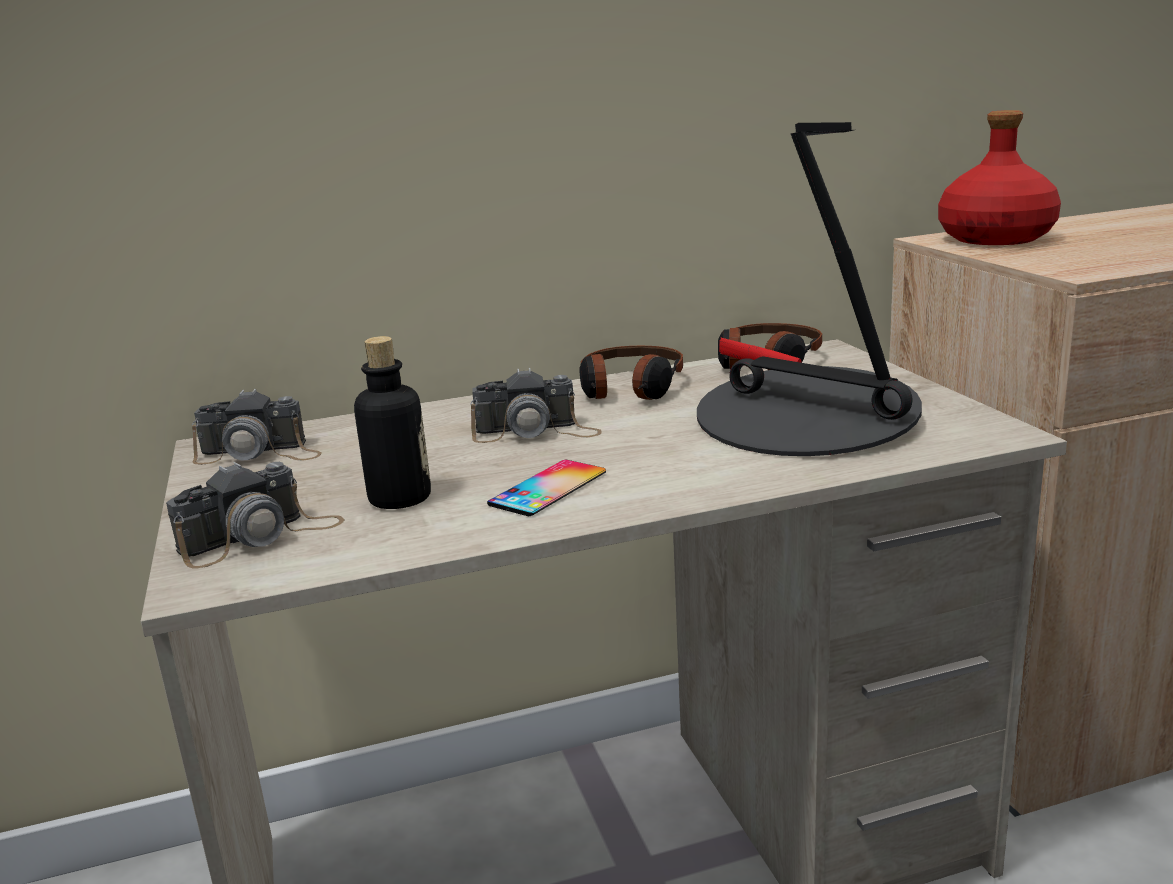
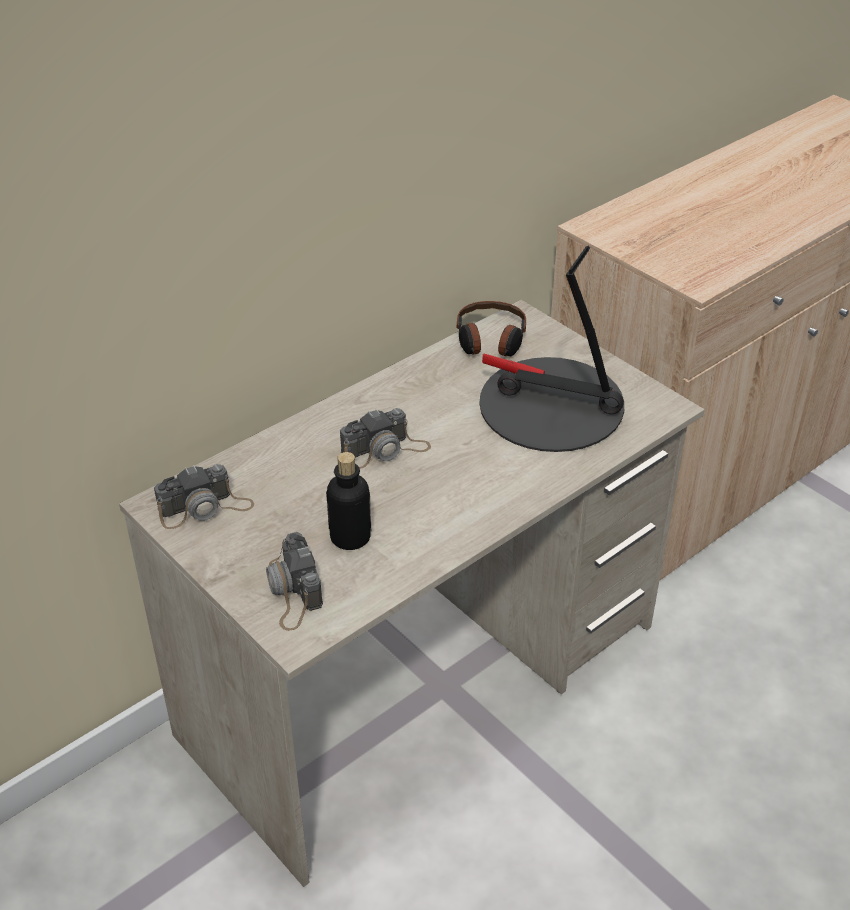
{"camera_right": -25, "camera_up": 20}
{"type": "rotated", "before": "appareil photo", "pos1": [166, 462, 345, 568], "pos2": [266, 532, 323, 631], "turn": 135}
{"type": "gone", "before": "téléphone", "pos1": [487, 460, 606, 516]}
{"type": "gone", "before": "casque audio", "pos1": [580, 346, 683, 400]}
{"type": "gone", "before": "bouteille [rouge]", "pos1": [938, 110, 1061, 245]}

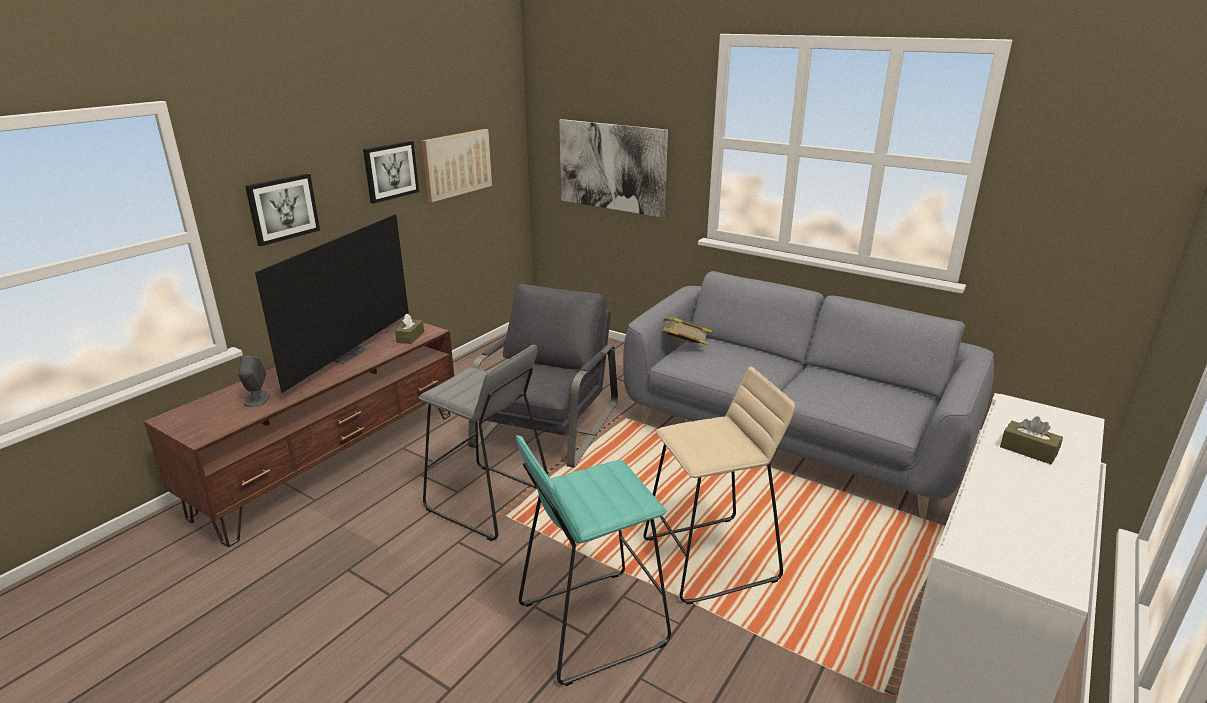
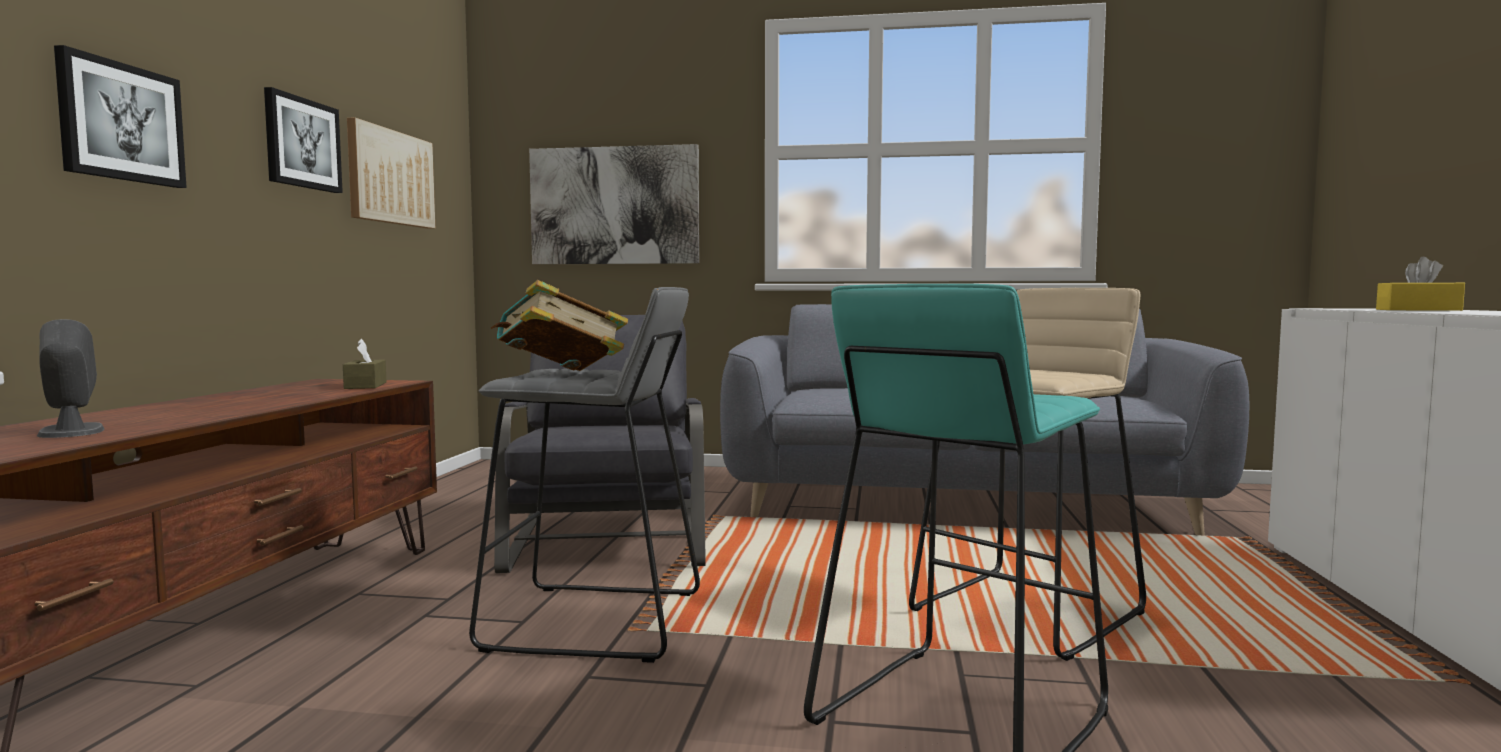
{"camera_right": -25, "camera_up": -20}
{"type": "shifted", "before": "livre", "pos1": [662, 317, 712, 345], "pos2": [491, 280, 628, 371]}
{"type": "repainted", "before": "boîte à mouchoirs [marron]", "after": "boîte à mouchoirs [jaune]", "pos1": [1000, 416, 1063, 464], "pos2": [1376, 256, 1465, 311]}
{"type": "gone", "before": "téléviseur", "pos1": [255, 214, 409, 393]}

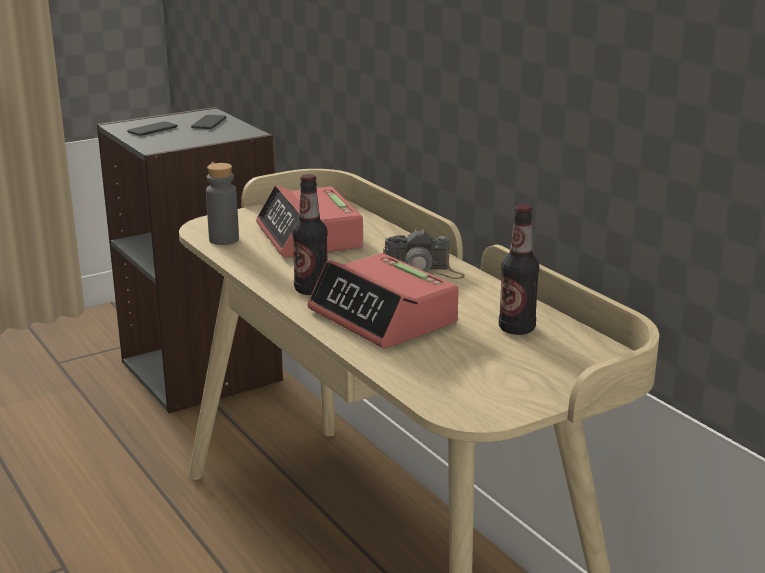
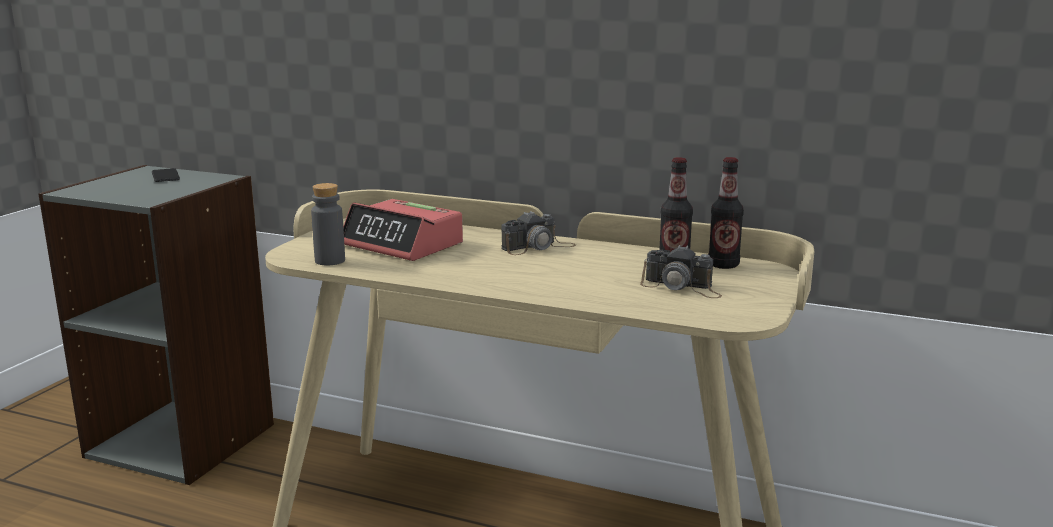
{"camera_right": -35, "camera_up": -5}
{"type": "new", "after": "appareil photo", "pos2": [640, 245, 722, 298]}
{"type": "shifted", "before": "bouteille", "pos1": [292, 174, 328, 295], "pos2": [708, 157, 744, 269]}
{"type": "gone", "before": "téléphone", "pos1": [127, 121, 178, 136]}
{"type": "gone", "before": "réveil", "pos1": [307, 253, 459, 349]}

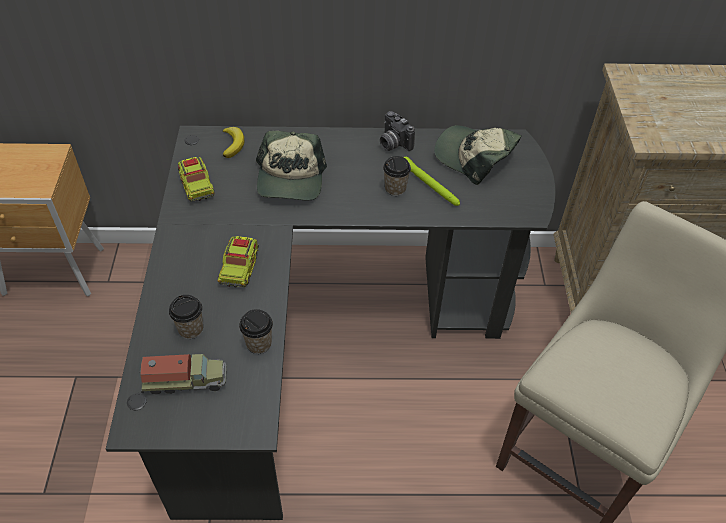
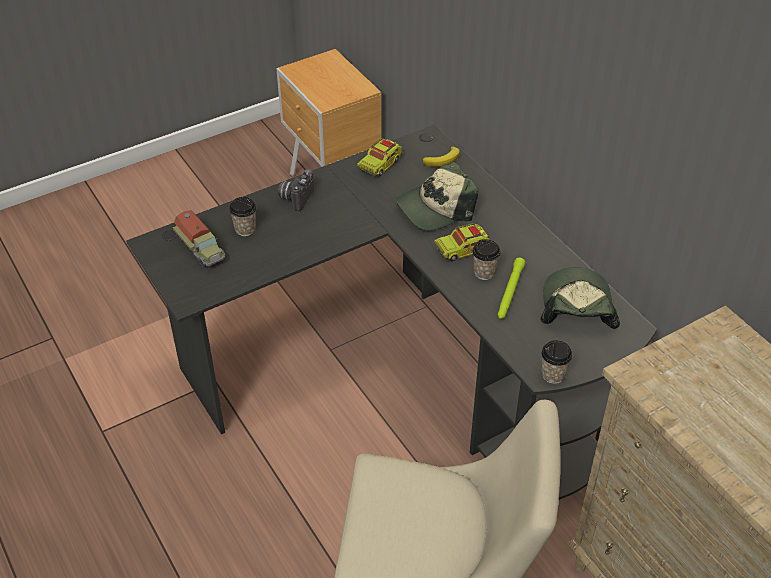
{"camera_right": 60, "camera_up": -5}
{"type": "shifted", "before": "appareil photo", "pos1": [380, 111, 415, 151], "pos2": [278, 169, 314, 211]}
{"type": "shifted", "before": "camion jouet", "pos1": [218, 236, 259, 288], "pos2": [434, 223, 491, 262]}
{"type": "shifted", "before": "tasse", "pos1": [239, 309, 273, 354], "pos2": [541, 340, 572, 384]}

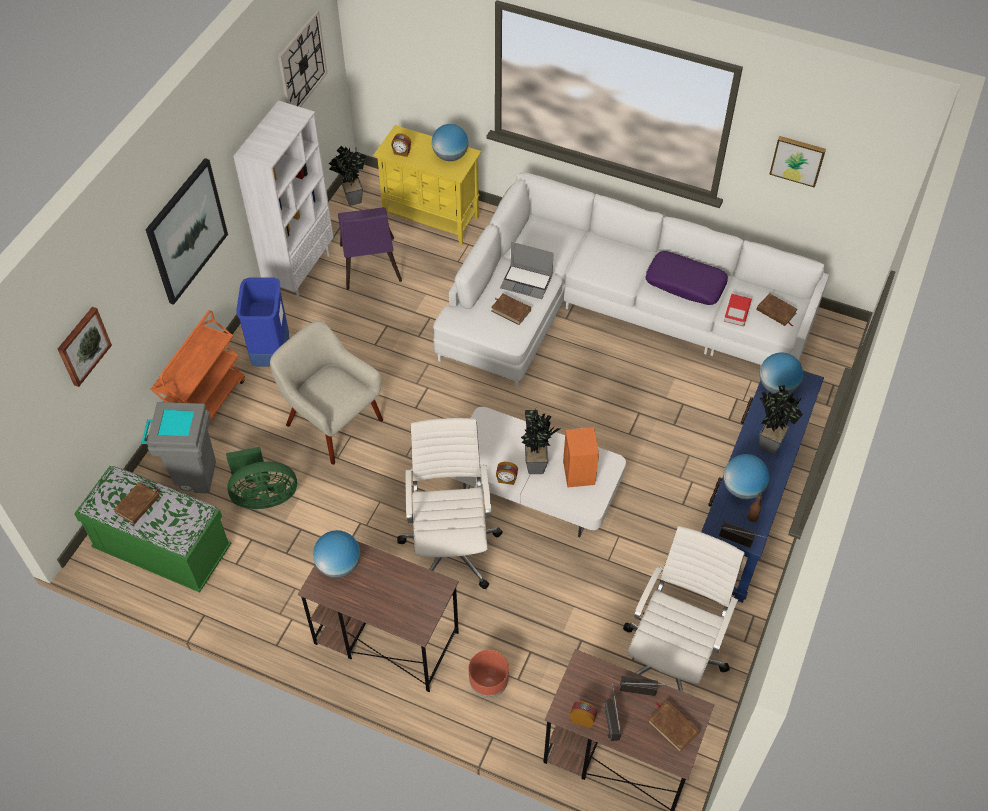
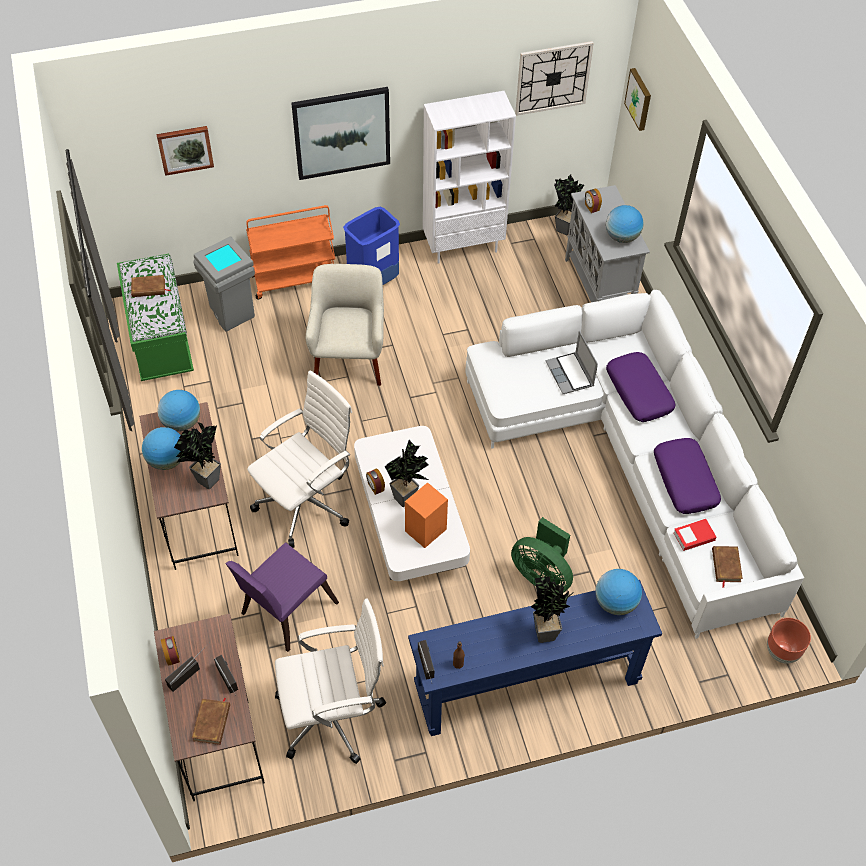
{"camera_right": 50, "camera_up": 0}
{"type": "shifted", "before": "globe", "pos1": [723, 454, 769, 499], "pos2": [142, 427, 181, 470]}
{"type": "new", "after": "plante en pot", "pos2": [174, 422, 221, 489]}
{"type": "shifted", "before": "chaise [violet]", "pos1": [338, 207, 402, 290], "pos2": [226, 542, 339, 652]}
{"type": "shifted", "before": "ventilateur [vert]", "pos1": [226, 447, 297, 509], "pos2": [511, 517, 573, 593]}
{"type": "repainted", "before": "meuble de rangement [jaune]", "after": "meuble de rangement [gris]", "pos1": [374, 125, 481, 246], "pos2": [565, 185, 650, 302]}
{"type": "new", "after": "coussin [violet]", "pos2": [606, 352, 675, 422]}
{"type": "shifted", "before": "tableau", "pos1": [769, 136, 826, 188], "pos2": [624, 68, 651, 131]}
{"type": "shifted", "before": "cache-pot [marron]", "pos1": [468, 650, 509, 698], "pos2": [767, 618, 811, 664]}
{"type": "gone", "before": "livre [marron]", "pos1": [491, 294, 531, 325]}

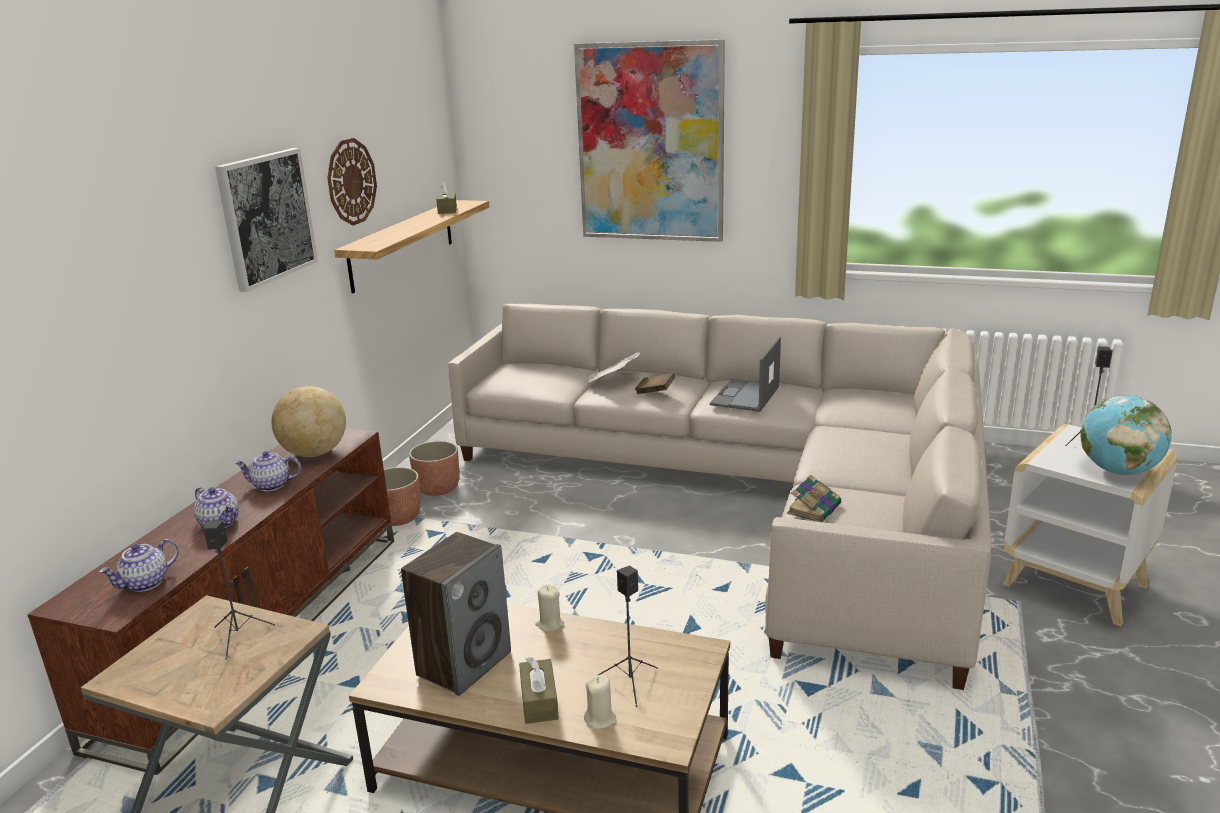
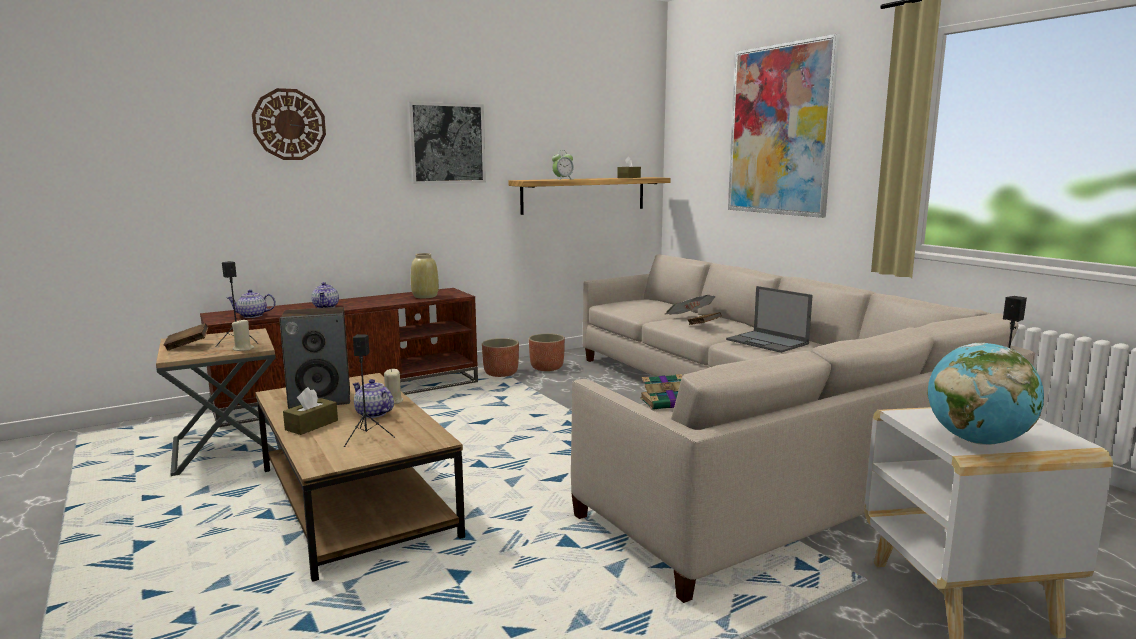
{"camera_right": 40, "camera_up": -10}
{"type": "new", "after": "livre [marron]", "pos2": [164, 323, 208, 351]}
{"type": "shifted", "before": "bougie [beige]", "pos1": [584, 675, 616, 729], "pos2": [232, 320, 255, 351]}
{"type": "shifted", "before": "horloge murale", "pos1": [327, 138, 377, 226], "pos2": [252, 88, 326, 160]}
{"type": "shifted", "before": "théière", "pos1": [235, 451, 301, 491], "pos2": [353, 379, 394, 418]}
{"type": "swapped", "before": "globe", "after": "vase [beige]", "pos1": [272, 386, 346, 457], "pos2": [411, 253, 439, 298]}
{"type": "new", "after": "réveil", "pos2": [552, 151, 574, 180]}
{"type": "rotated", "before": "ordinateur portable", "pos1": [710, 337, 781, 412], "pos2": [726, 286, 813, 353], "turn": -105}

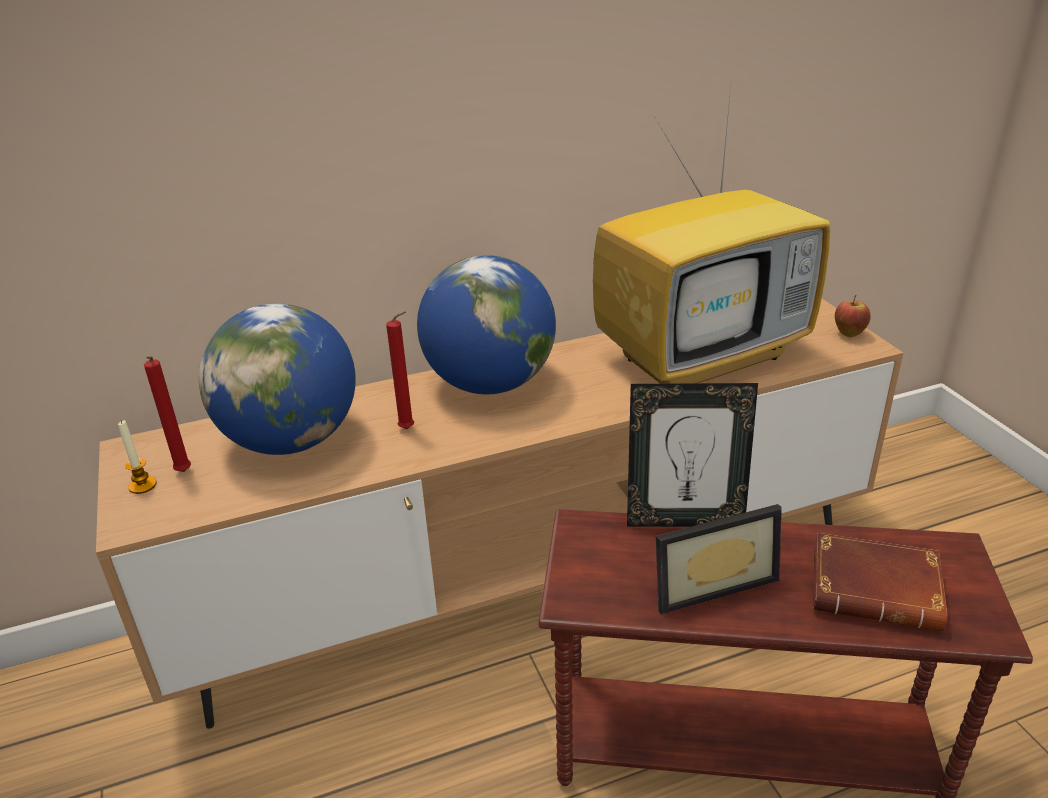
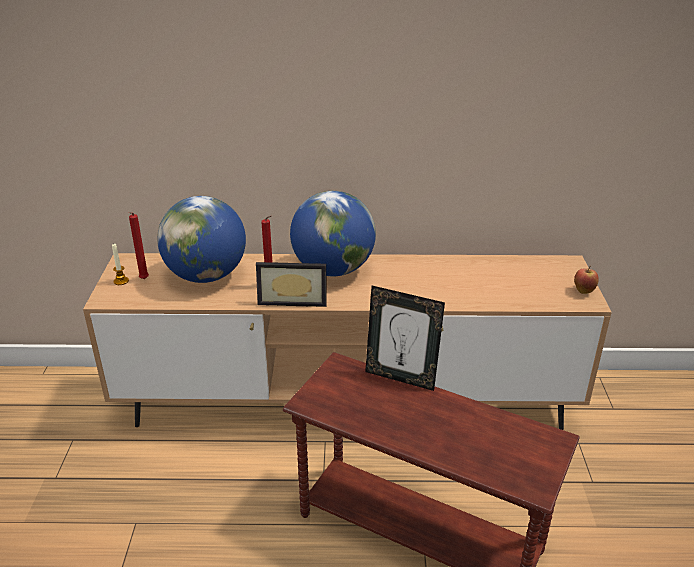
{"camera_right": 20, "camera_up": 0}
{"type": "shifted", "before": "cadre photo", "pos1": [656, 504, 782, 614], "pos2": [256, 262, 326, 307]}
{"type": "gone", "before": "téléviseur", "pos1": [593, 77, 830, 384]}
{"type": "gone", "before": "livre [marron]", "pos1": [813, 533, 948, 631]}

